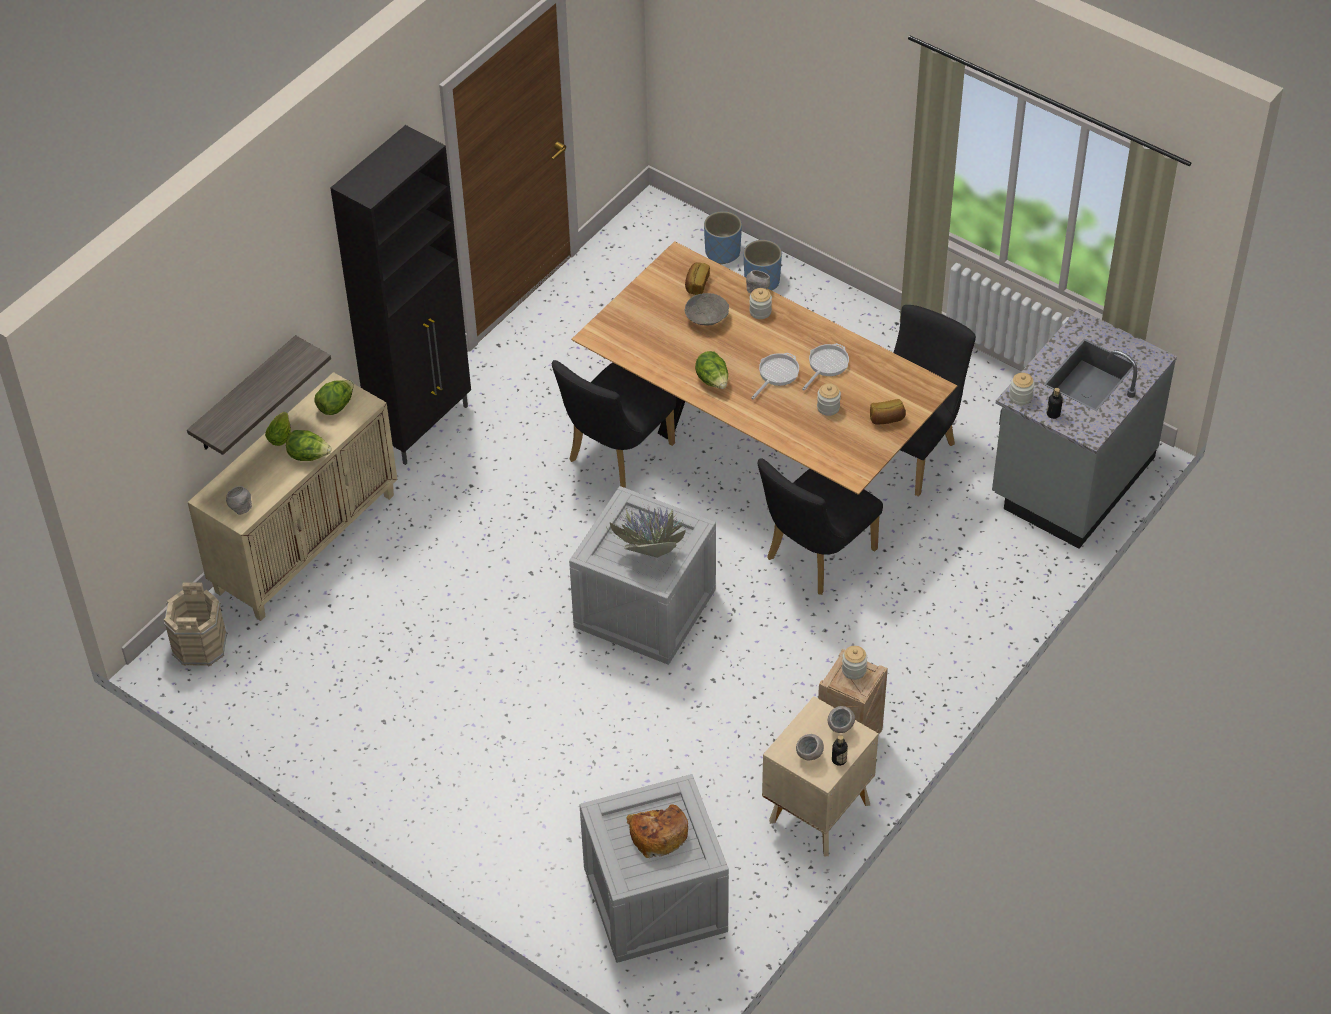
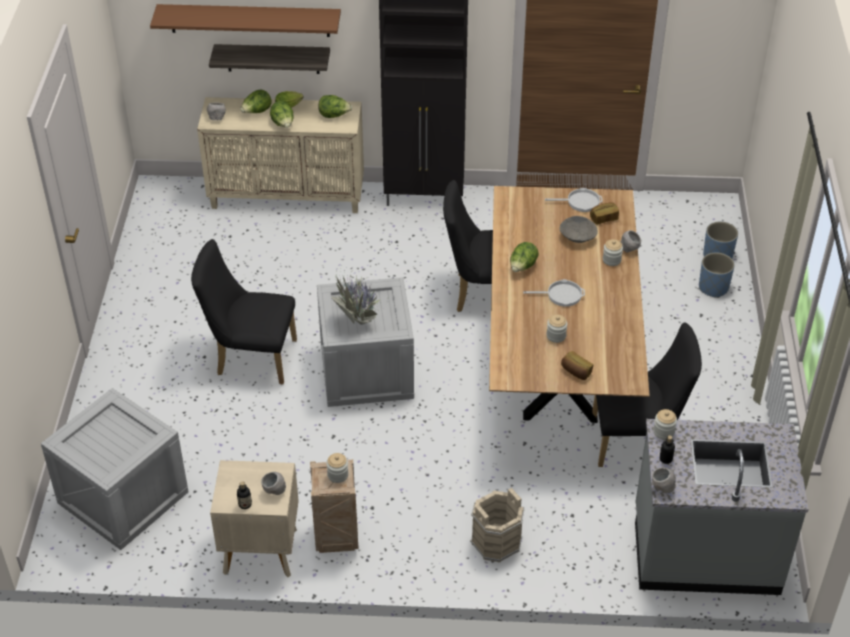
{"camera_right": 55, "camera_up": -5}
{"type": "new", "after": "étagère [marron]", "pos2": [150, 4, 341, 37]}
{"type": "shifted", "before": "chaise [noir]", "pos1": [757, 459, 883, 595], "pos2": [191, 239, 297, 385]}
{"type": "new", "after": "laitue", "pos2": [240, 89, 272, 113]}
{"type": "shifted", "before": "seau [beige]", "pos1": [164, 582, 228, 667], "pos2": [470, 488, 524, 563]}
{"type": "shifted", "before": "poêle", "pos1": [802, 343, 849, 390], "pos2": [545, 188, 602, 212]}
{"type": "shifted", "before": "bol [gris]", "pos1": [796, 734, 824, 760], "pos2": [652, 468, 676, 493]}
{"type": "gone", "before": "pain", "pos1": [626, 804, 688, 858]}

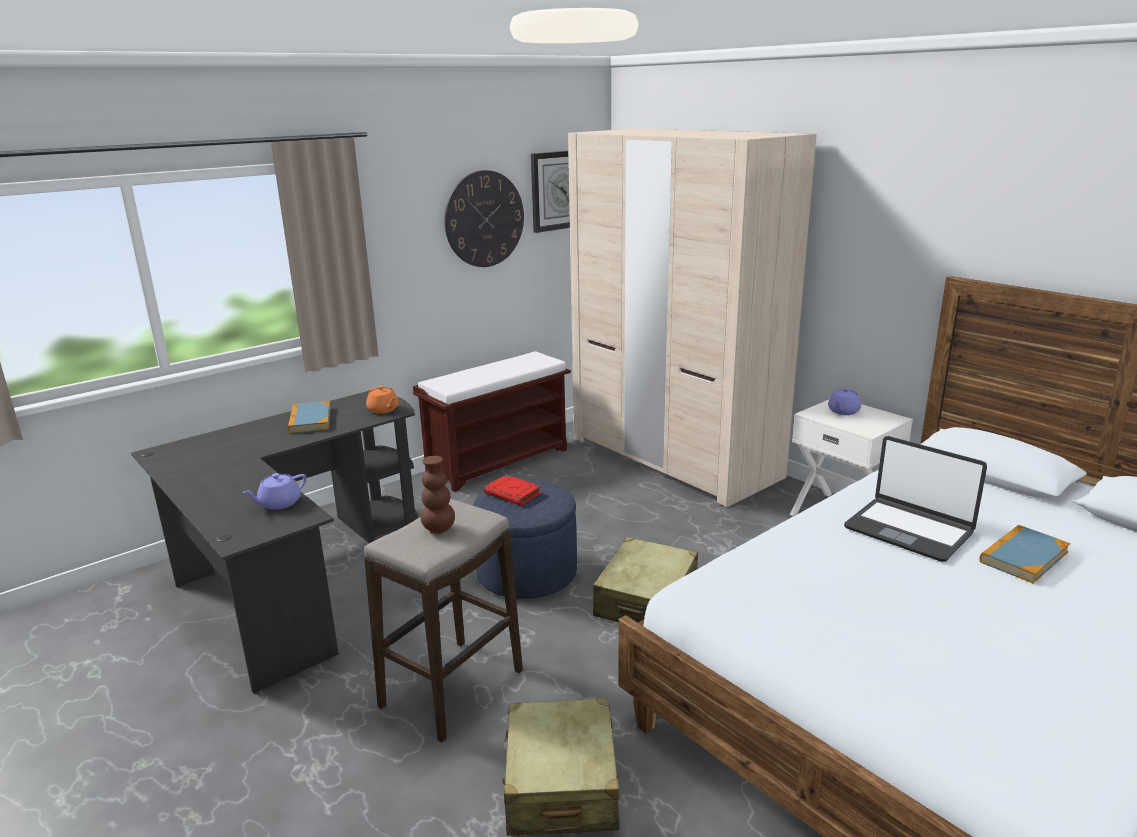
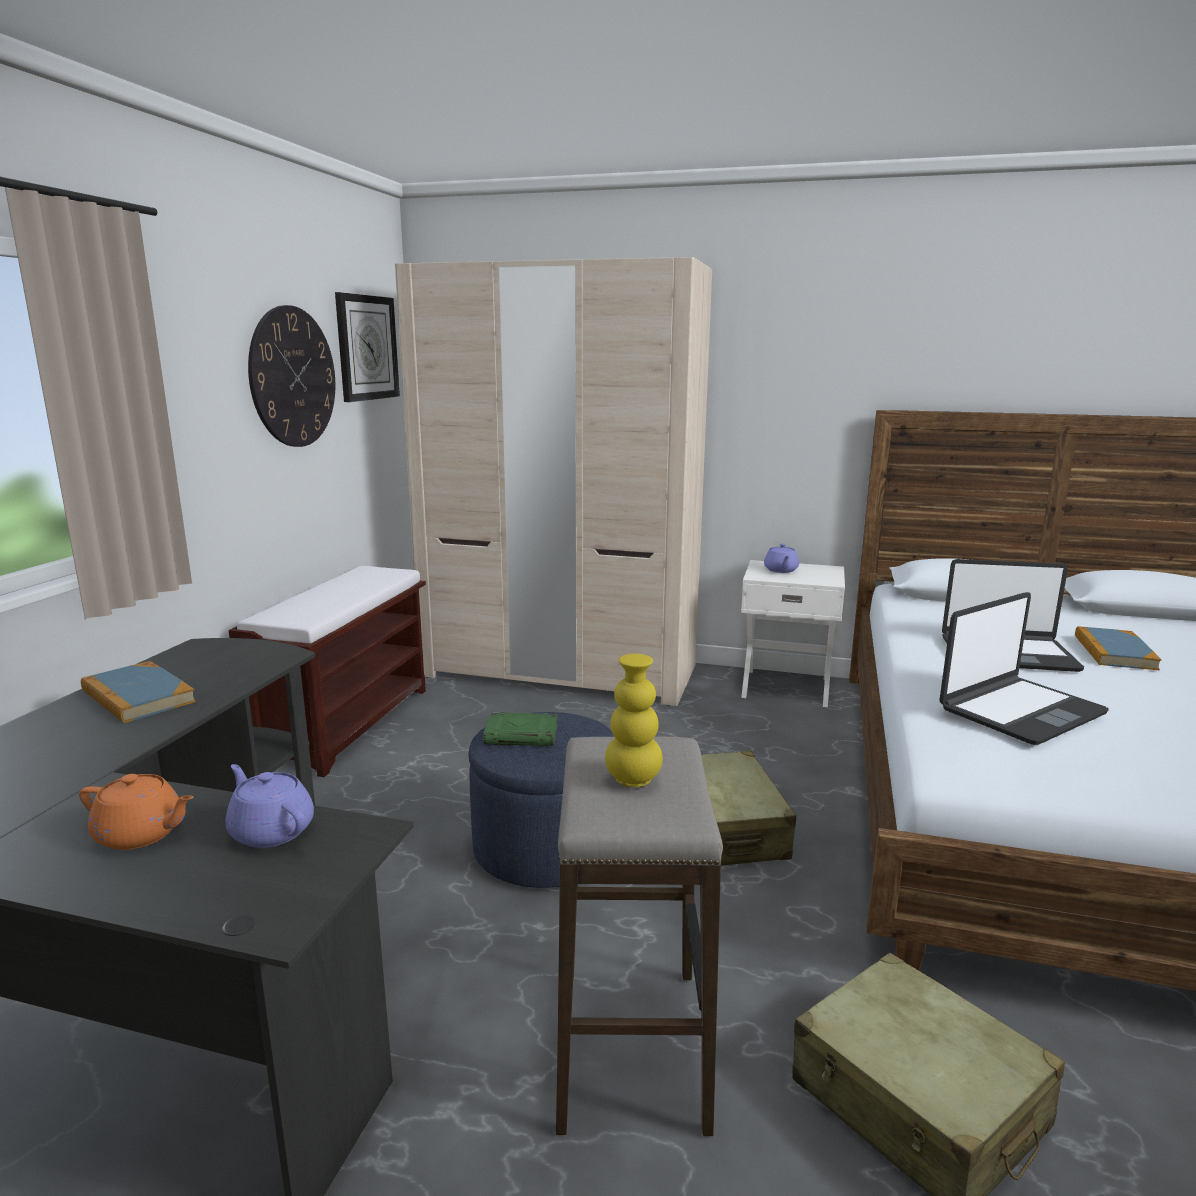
{"camera_right": -35, "camera_up": -5}
{"type": "shifted", "before": "théière [orange]", "pos1": [366, 386, 399, 414], "pos2": [79, 774, 194, 850]}
{"type": "rotated", "before": "théière [violet]", "pos1": [242, 473, 307, 510], "pos2": [226, 764, 314, 848], "turn": 120}
{"type": "repainted", "before": "livre [rouge]", "after": "livre [vert]", "pos1": [484, 475, 541, 506], "pos2": [483, 712, 558, 746]}
{"type": "repainted", "before": "vase [marron]", "after": "vase [jaune]", "pos1": [421, 456, 455, 534], "pos2": [605, 654, 663, 787]}
{"type": "new", "after": "ordinateur portable", "pos2": [939, 592, 1109, 745]}

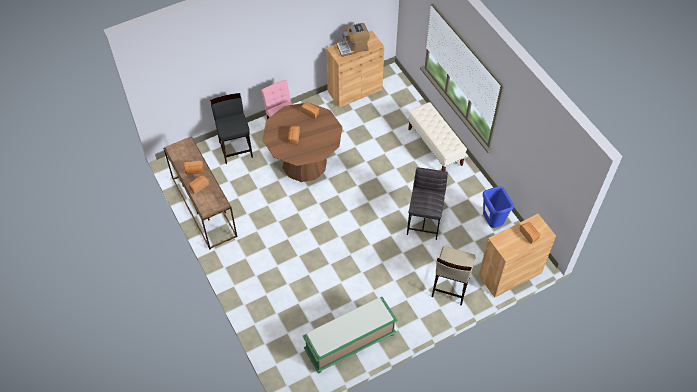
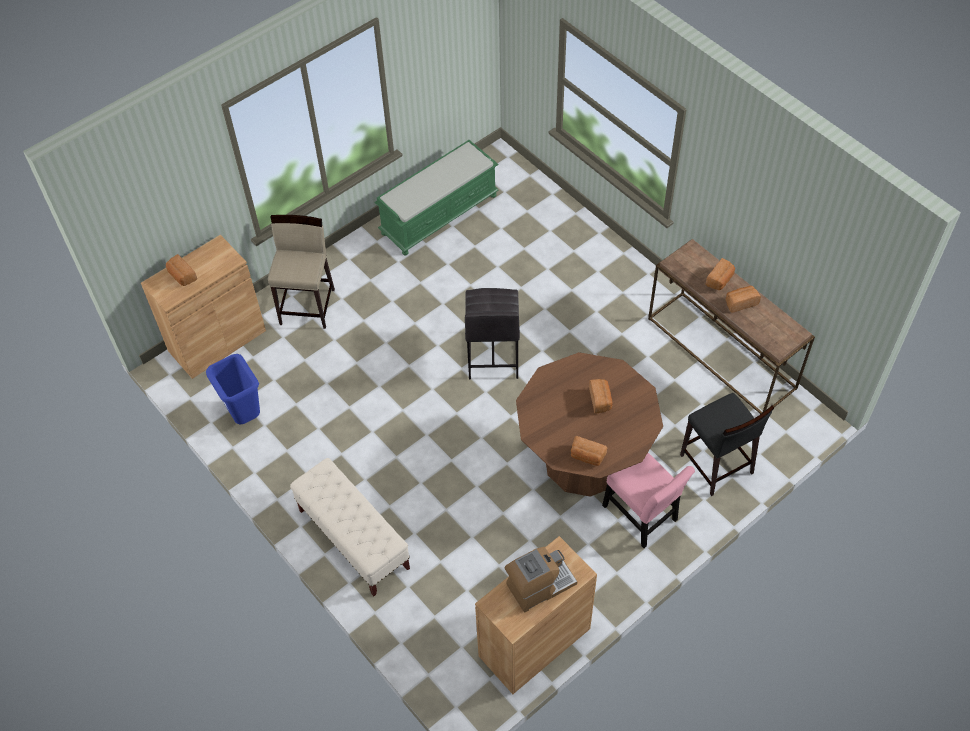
{"camera_right": 170, "camera_up": 0}
{"type": "shifted", "before": "tabouret [gris]", "pos1": [407, 167, 448, 240], "pos2": [465, 288, 520, 380]}

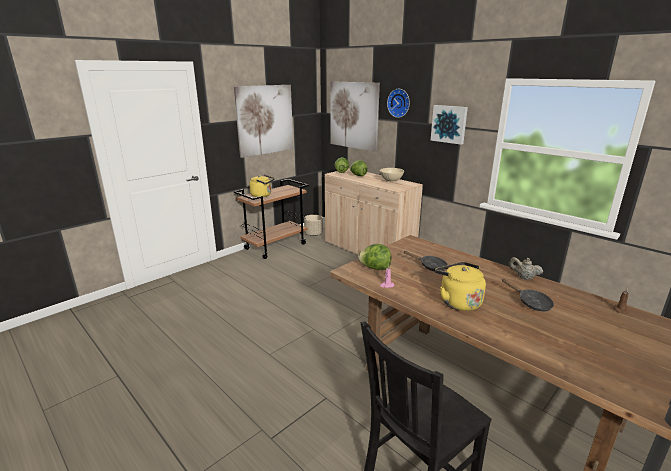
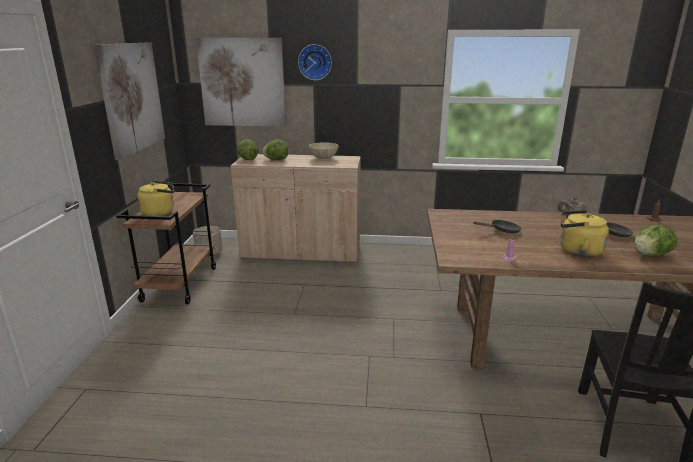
{"camera_right": -40, "camera_up": 0}
{"type": "shifted", "before": "laitue", "pos1": [358, 244, 391, 270], "pos2": [634, 225, 678, 257]}
{"type": "gone", "before": "tableau", "pos1": [431, 105, 468, 145]}

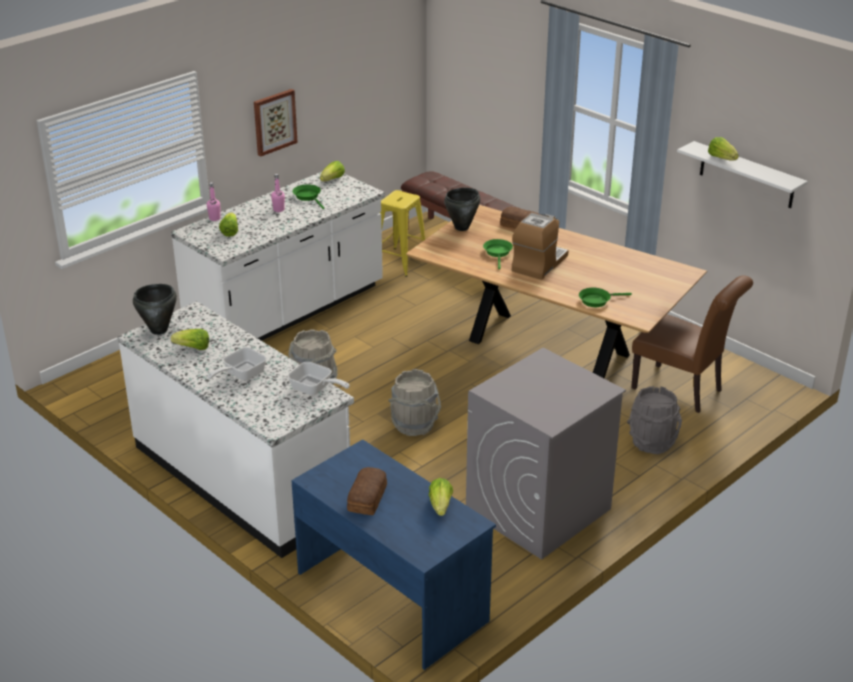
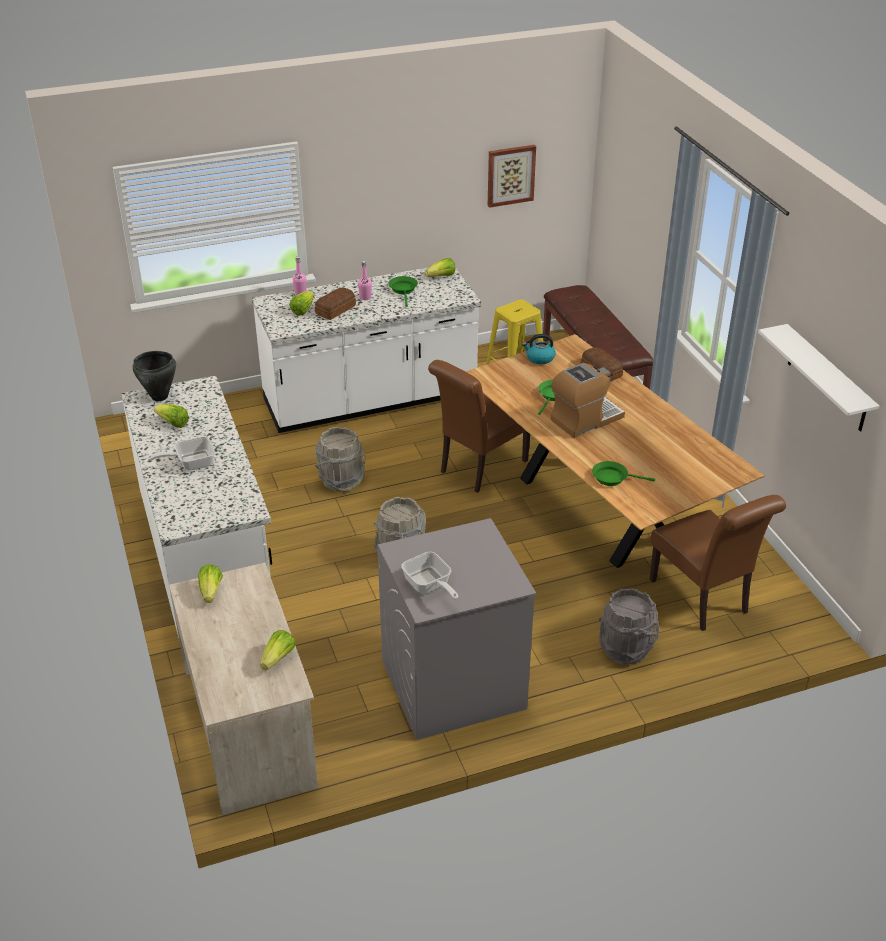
{"camera_right": 25, "camera_up": 5}
{"type": "repainted", "before": "bureau [bleu]", "after": "bureau [beige]", "pos1": [291, 439, 496, 670], "pos2": [169, 563, 318, 815]}
{"type": "shifted", "before": "laitue", "pos1": [708, 137, 739, 161], "pos2": [198, 564, 223, 603]}
{"type": "shifted", "before": "pain", "pos1": [347, 467, 387, 515], "pos2": [315, 288, 356, 320]}
{"type": "shifted", "before": "poêle", "pos1": [287, 362, 350, 396], "pos2": [401, 552, 458, 600]}
{"type": "new", "after": "chaise [marron]", "pos2": [428, 360, 530, 493]}
{"type": "shifted", "before": "tableau", "pos1": [254, 89, 298, 156], "pos2": [488, 145, 536, 208]}
{"type": "swapped", "before": "marmite [noir]", "after": "bouilloire", "pos1": [444, 188, 480, 231], "pos2": [522, 334, 556, 365]}

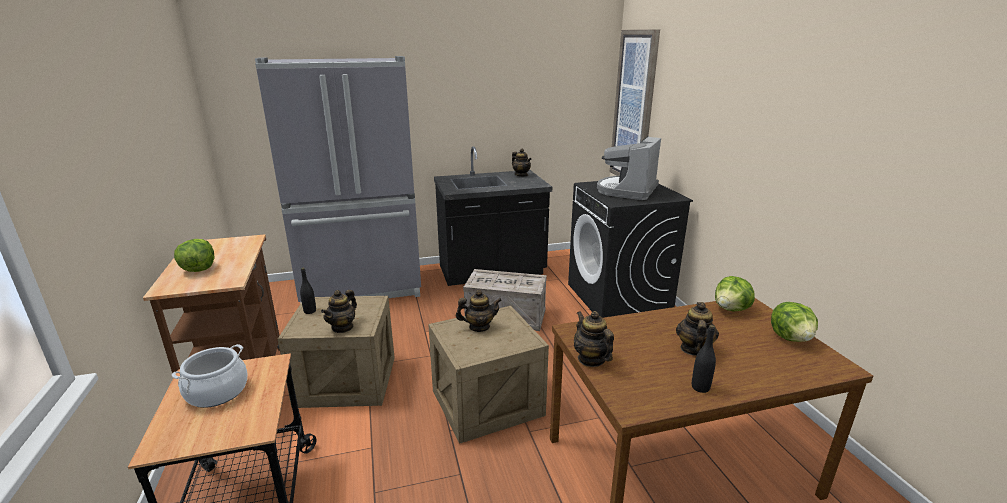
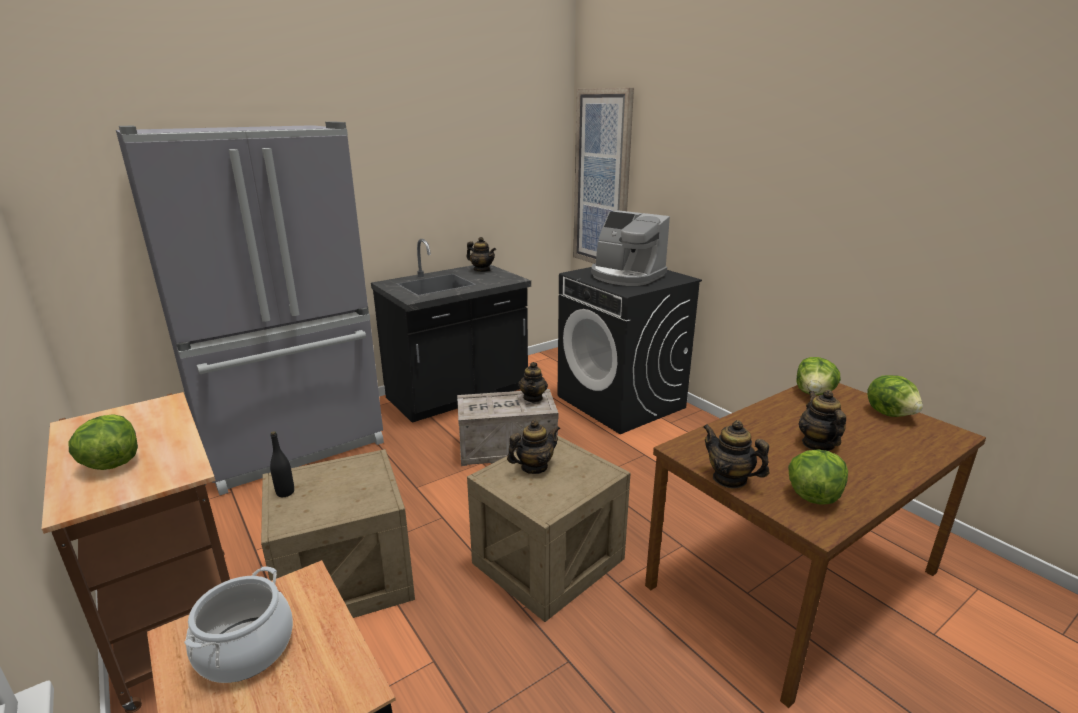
{"camera_right": -20, "camera_up": 0}
{"type": "shifted", "before": "théière", "pos1": [321, 290, 357, 333], "pos2": [518, 362, 548, 402]}
{"type": "rotated", "before": "machine à café", "pos1": [597, 136, 661, 200], "pos2": [591, 210, 670, 286], "turn": -60}
{"type": "new", "after": "laitue", "pos2": [788, 449, 848, 505]}
{"type": "gone", "before": "bouteille [noir]", "pos1": [692, 325, 716, 393]}

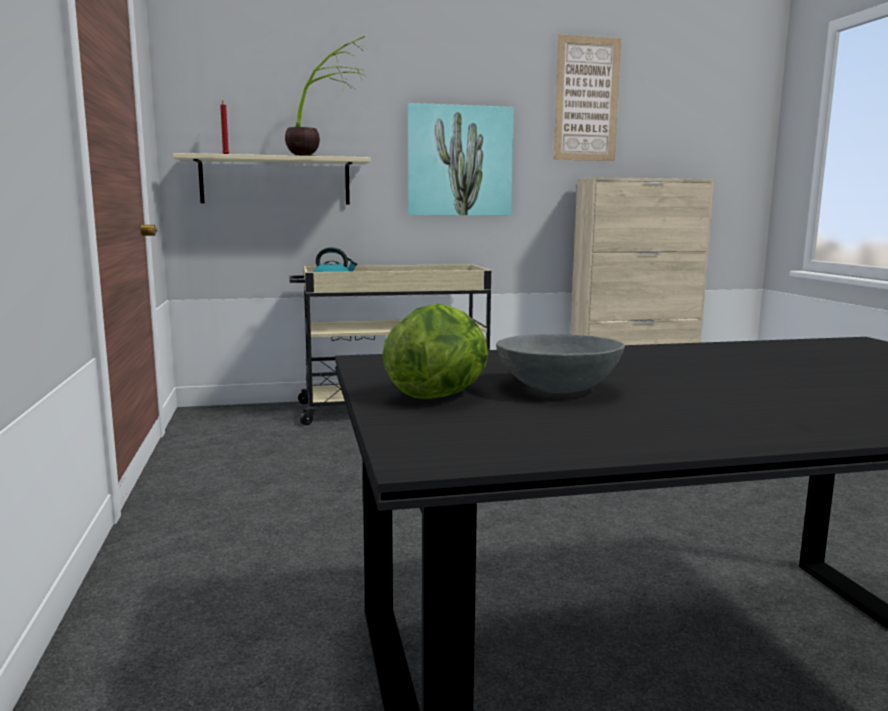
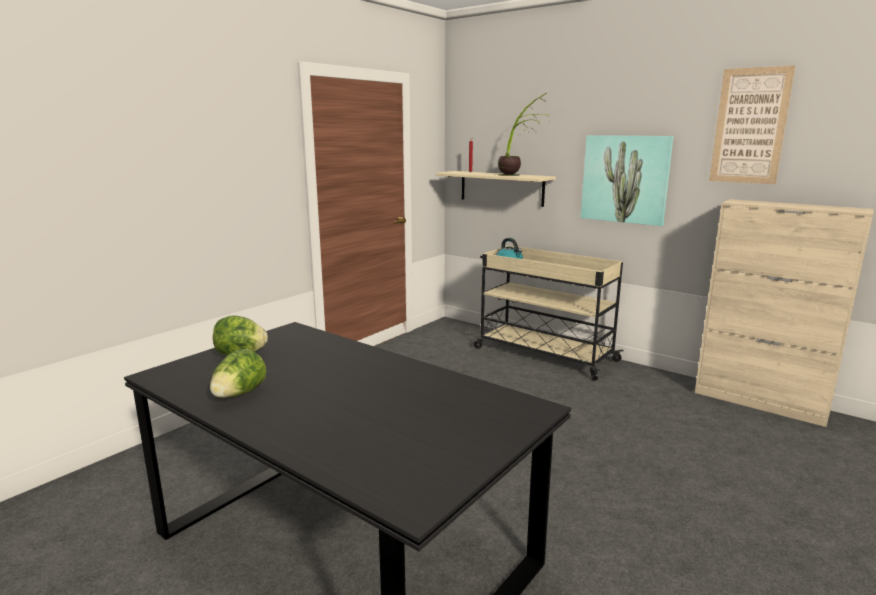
{"camera_right": 50, "camera_up": 5}
{"type": "new", "after": "laitue", "pos2": [210, 349, 266, 398]}
{"type": "gone", "before": "bol [gris]", "pos1": [496, 334, 625, 393]}

